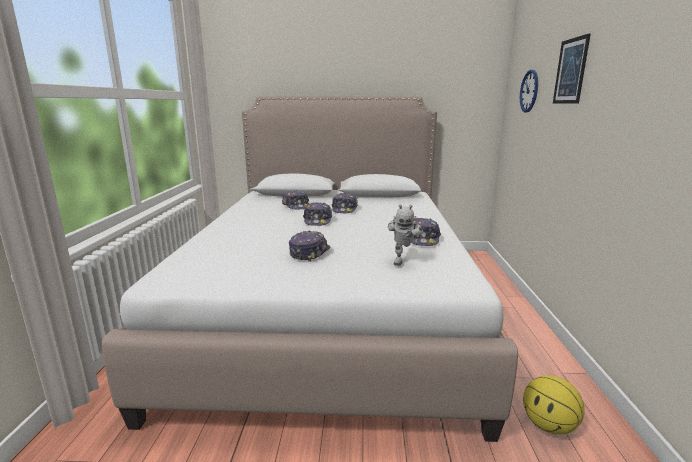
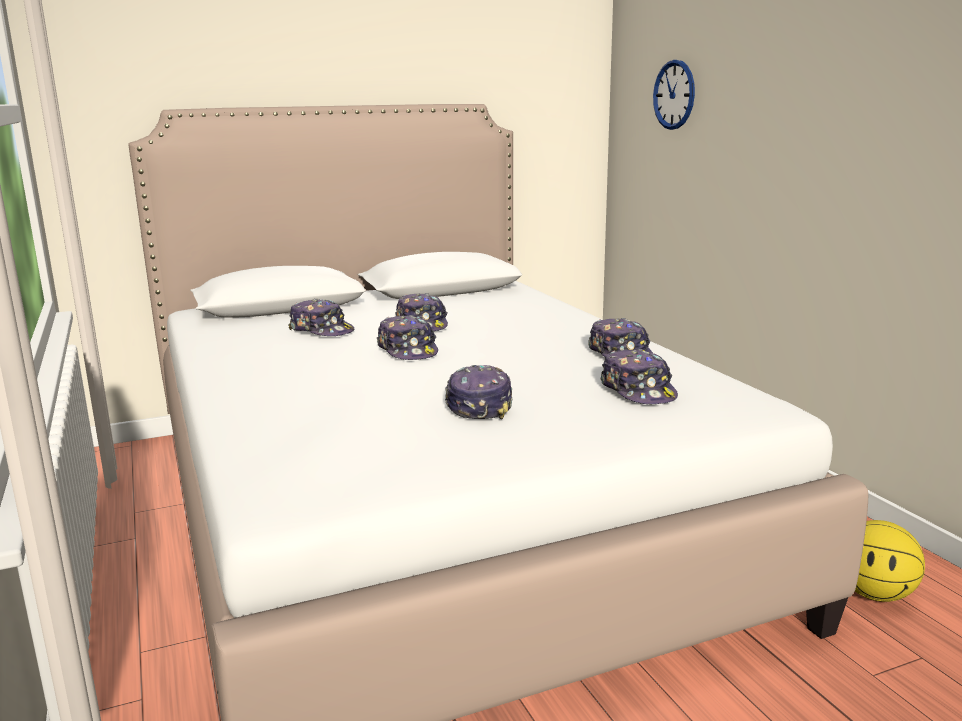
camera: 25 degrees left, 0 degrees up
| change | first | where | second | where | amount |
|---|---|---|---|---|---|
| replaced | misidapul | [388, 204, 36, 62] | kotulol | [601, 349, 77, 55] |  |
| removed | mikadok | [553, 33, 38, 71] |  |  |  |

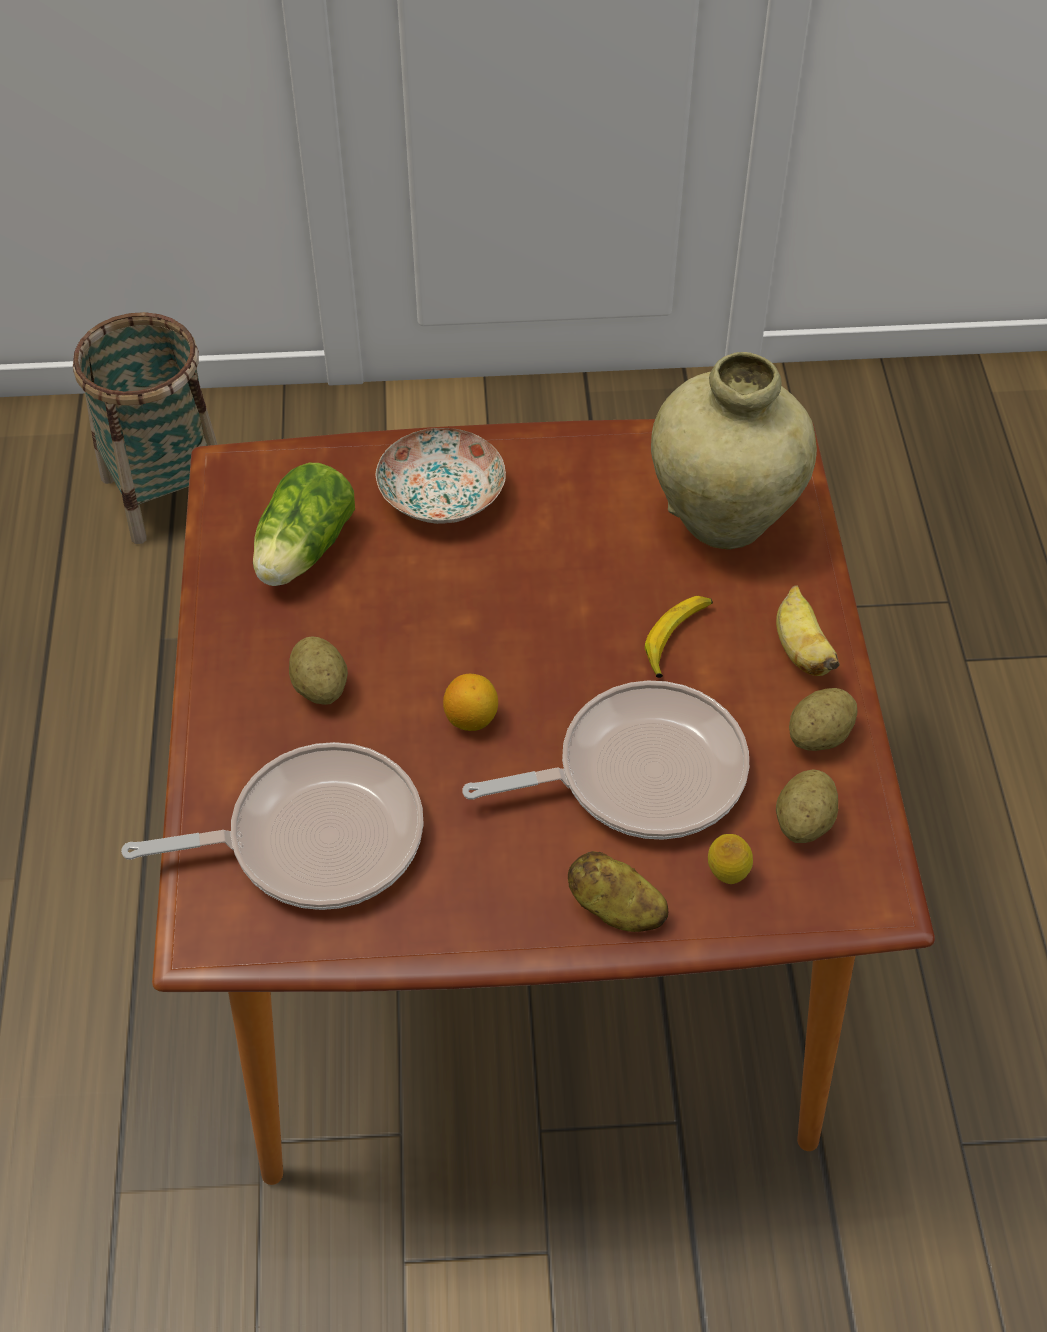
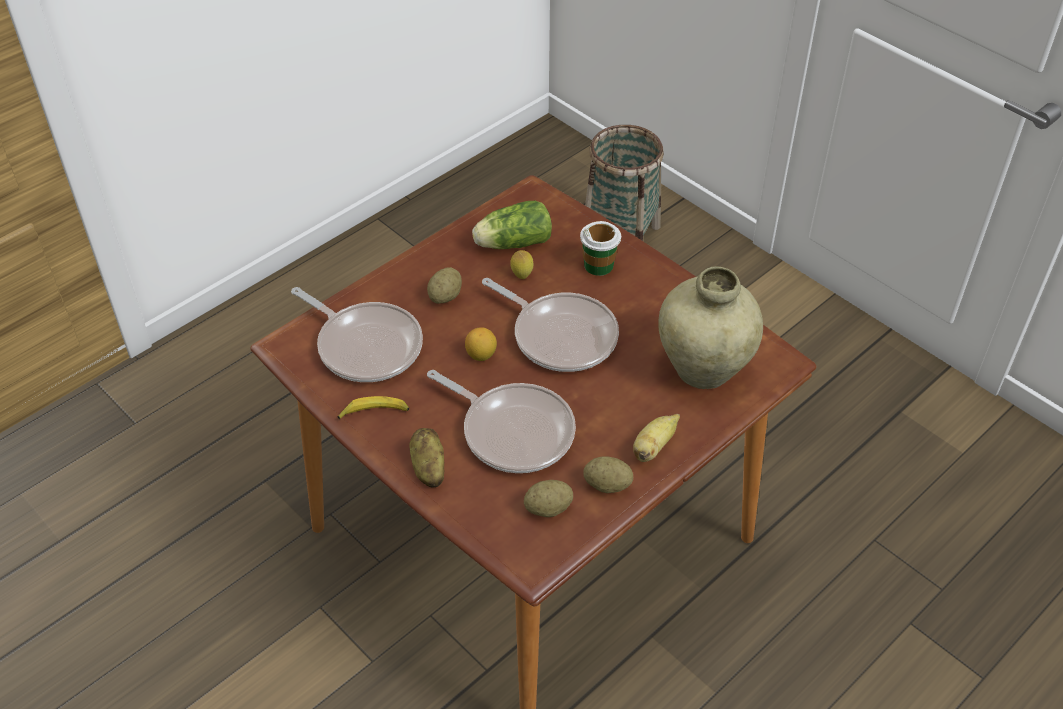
camera: 50 degrees right, 5 degrees down
| change | first | where | second | where | amount |
|---|---|---|---|---|---|
| replaced | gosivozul | [376, 428, 130, 96] | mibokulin | [580, 221, 41, 55] |  |
| moved | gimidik | [645, 596, 68, 82] |  | [337, 396, 72, 24] |  |
| moved | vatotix | [708, 834, 45, 50] |  | [510, 250, 24, 29] |  |
| added |  |  | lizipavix | [482, 278, 137, 94] |  |

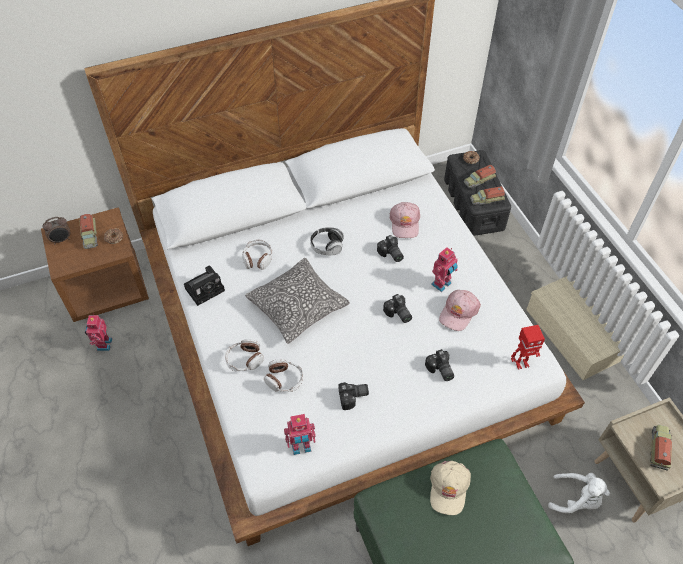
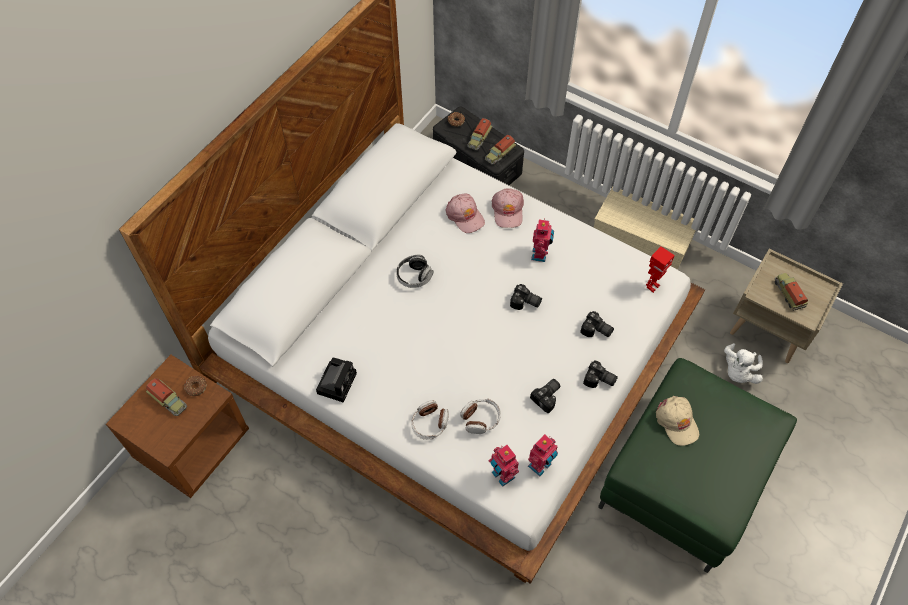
camera: 35 degrees left, 5 degrees up
| change | first | where | second | where | amount |
|---|---|---|---|---|---|
| removed | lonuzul | [43, 217, 27, 27] |  |  |  |
| moved | misidapul | [85, 314, 27, 37] |  | [489, 445, 30, 42] |  |
| removed | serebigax | [242, 240, 30, 30] |  |  |  |
| removed | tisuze | [245, 258, 105, 86] |  |  |  |
| moved | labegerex | [377, 235, 27, 27] |  | [583, 361, 35, 27] |  |
| moved | pink_kotulol | [439, 290, 42, 41] |  | [492, 188, 32, 40] |  |
| turned | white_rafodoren | [548, 473, 62, 40] |  | [724, 343, 39, 41] | 135 degrees clockwise |

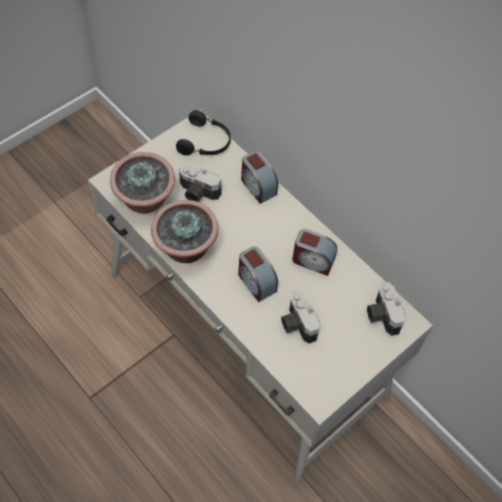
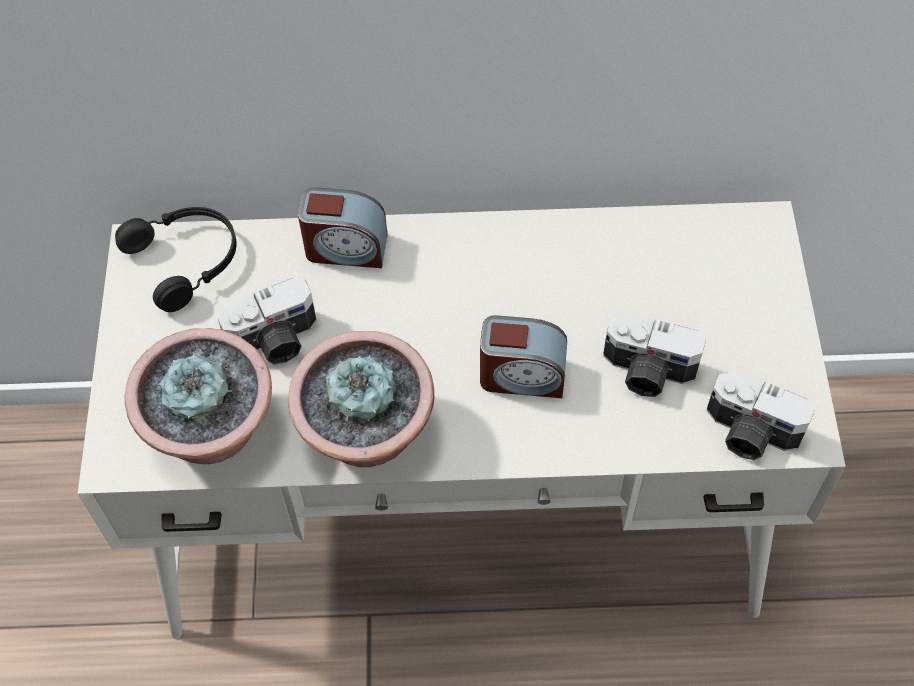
camera: 45 degrees left, 0 degrees up
| change | first | where | second | where | amount |
|---|---|---|---|---|---|
| removed | lonuzul | [292, 228, 45, 48] |  |  |  |
| moved | labegerex | [367, 282, 39, 54] |  | [706, 372, 109, 88] |  |

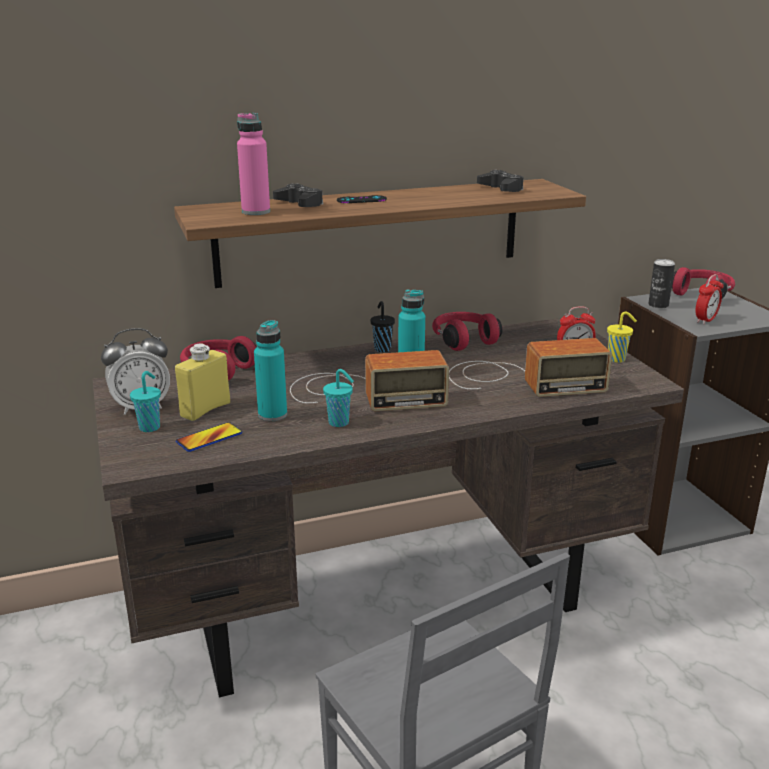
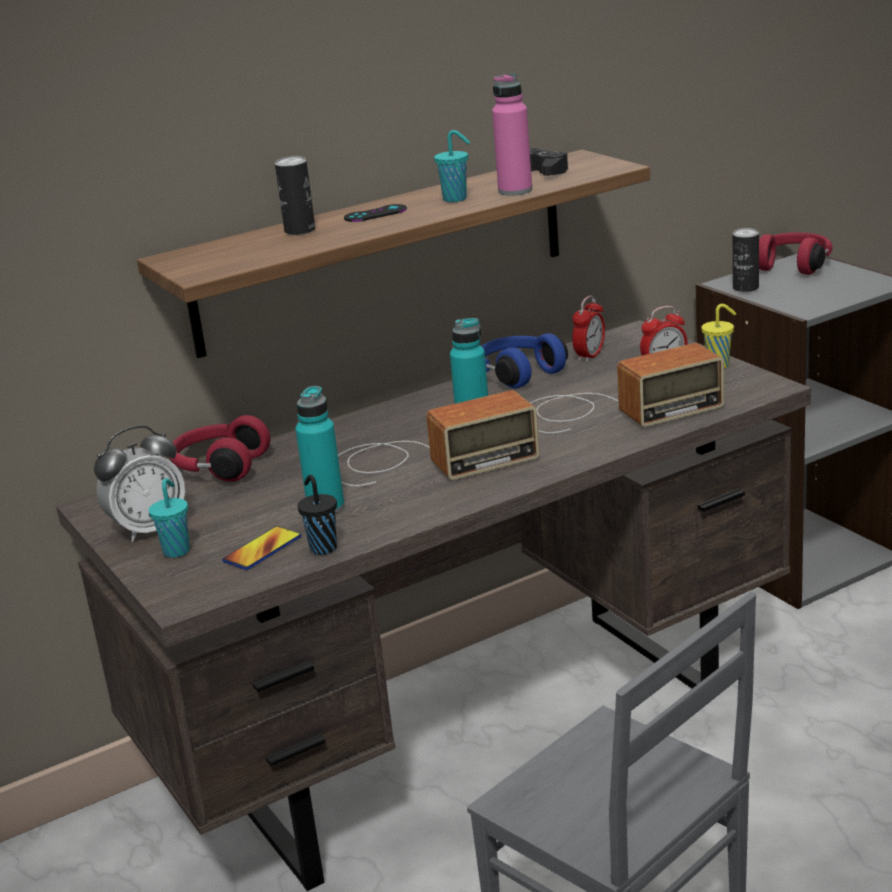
camera: 10 degrees left, 0 degrees up
| change | first | where | second | where | amount |
|---|---|---|---|---|---|
| removed | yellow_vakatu | [175, 343, 55, 78] |  |  |  |
| moved | pink_vakatu | [237, 113, 33, 102] |  | [492, 74, 40, 122] |  |
| replaced | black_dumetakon | [273, 183, 50, 24] | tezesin | [275, 156, 40, 79] |  |
| moved | turquoise_mibokulin | [323, 369, 31, 58] |  | [434, 130, 36, 72] |  |
| moved | black_mibokulin | [371, 301, 24, 51] |  | [297, 475, 40, 80] |  |
| recoloured | red_serebigax | [432, 312, 71, 39] | blue_serebigax | [481, 333, 87, 55] |  |
| moved | lonuzul | [695, 274, 28, 50] |  | [572, 295, 33, 67] |  |

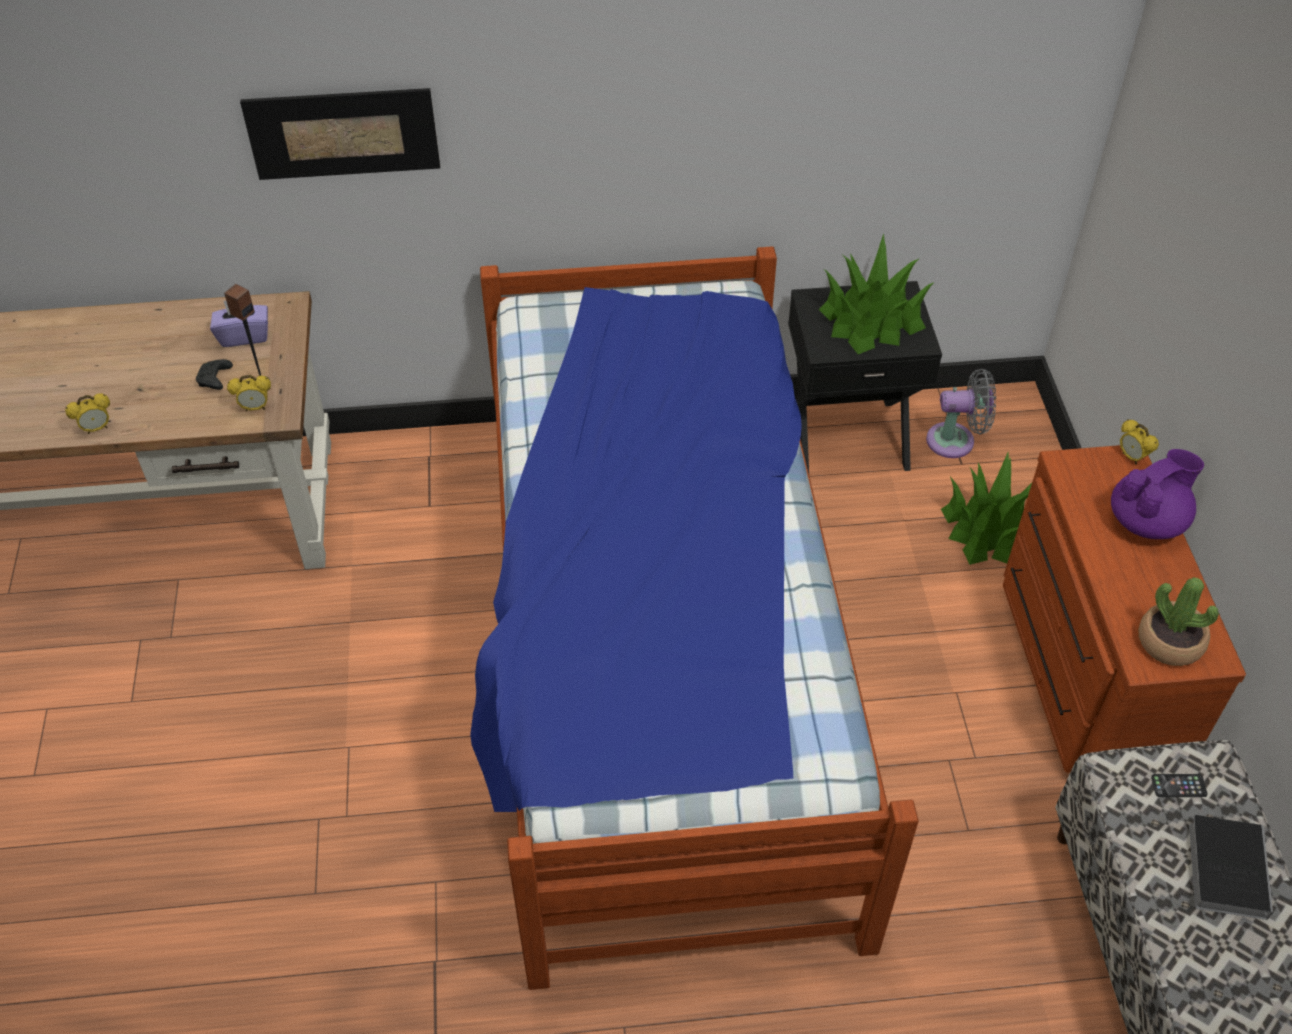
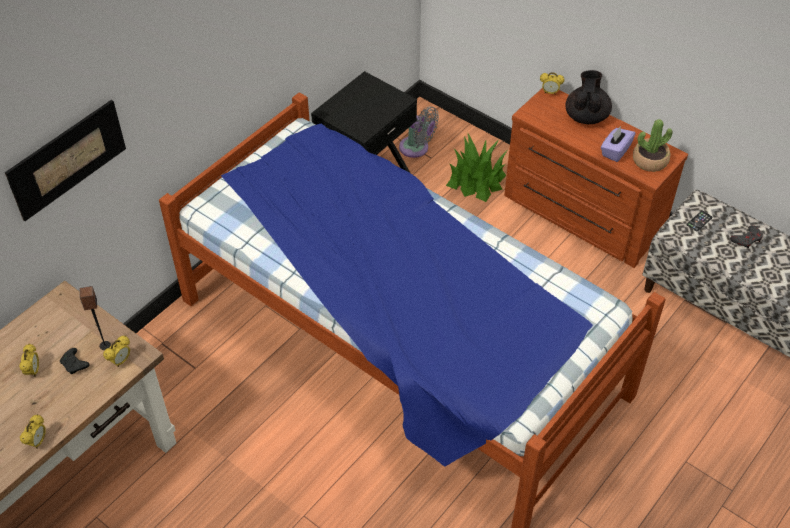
camera: 45 degrees left, 0 degrees up
| change | first | where | second | where | amount |
|---|---|---|---|---|---|
| moved | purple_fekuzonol | [210, 301, 58, 46] |  | [601, 126, 34, 36] |  |
| removed | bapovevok | [819, 233, 114, 121] |  |  |  |
| turned | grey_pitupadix | [926, 369, 70, 89] |  | [399, 107, 40, 51] | 75 degrees clockwise |
| recoloured | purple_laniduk | [1111, 449, 93, 90] | black_laniduk | [566, 70, 46, 54] |  |
| replaced | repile | [1189, 815, 84, 105] | grey_dumetakon | [730, 225, 33, 24] |  |
| added |  |  | lonuzul | [19, 344, 20, 33] |  |

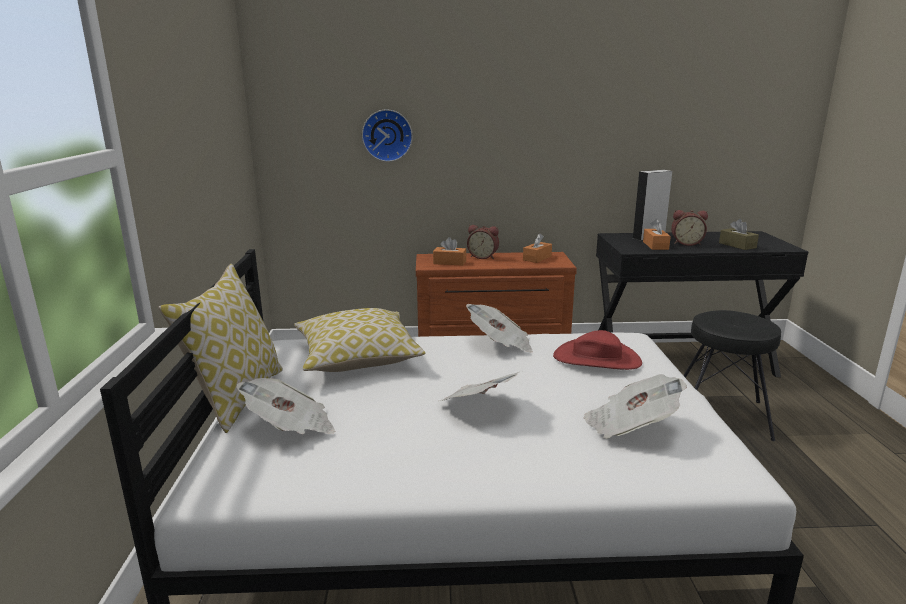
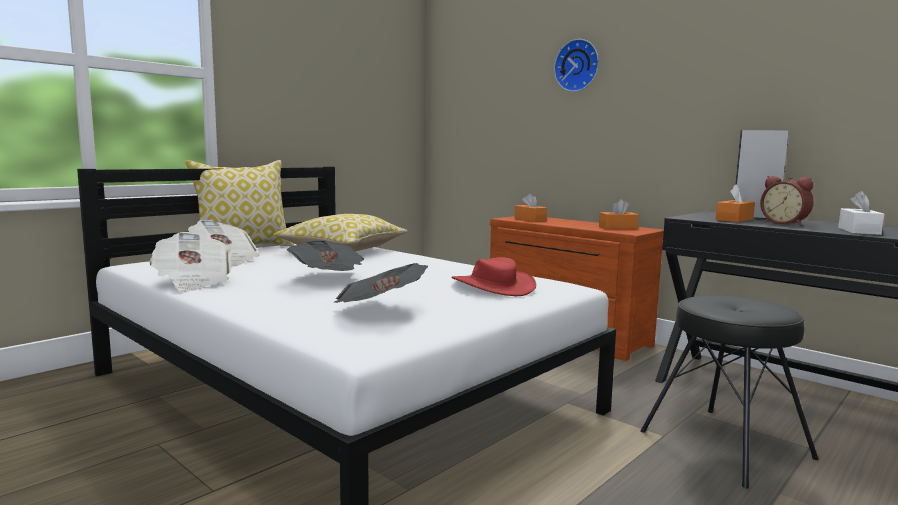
camera: 45 degrees right, 10 degrees down
| change | first | where | second | where | amount |
|---|---|---|---|---|---|
| moved | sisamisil | [362, 109, 51, 53] |  | [554, 39, 45, 53] |  |
| moved | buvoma | [466, 304, 67, 48] |  | [149, 232, 82, 59] |  |
| removed | lonuzul | [467, 225, 32, 34] |  |  |  |
| recoloured | brown_fekuzonol | [719, 219, 40, 31] | white_fekuzonol | [838, 191, 46, 44] |  |

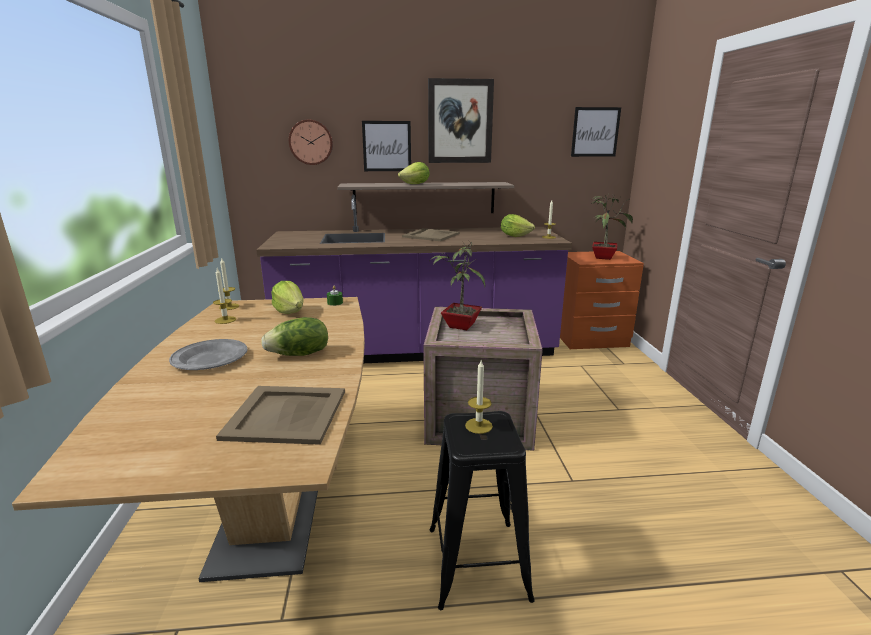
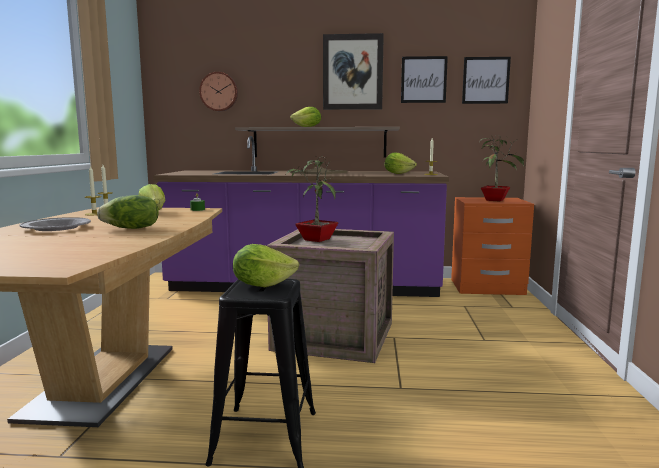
camera: 10 degrees right, 10 degrees down
| change | first | where | second | where | amount |
|---|---|---|---|---|---|
| removed | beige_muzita | [216, 386, 129, 59] |  |  |  |
| moved | mikadok | [362, 121, 49, 50] |  | [401, 56, 47, 47] |  |
| replaced | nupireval | [465, 360, 28, 74] | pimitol | [233, 244, 66, 43] |  |

